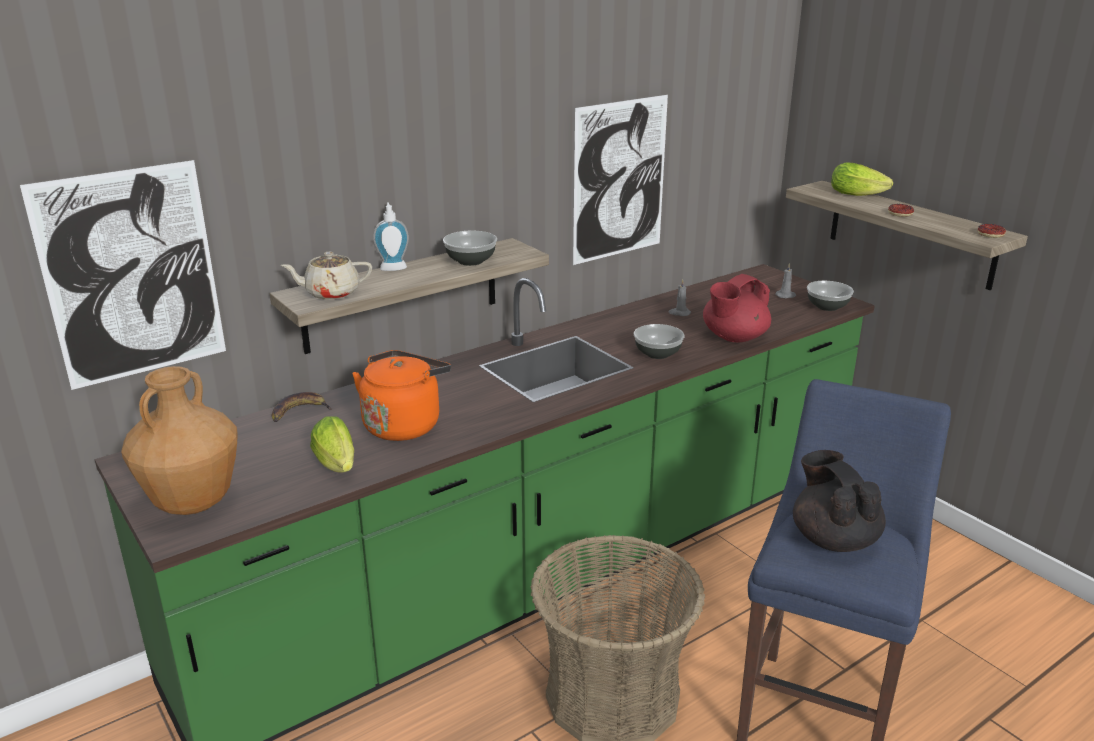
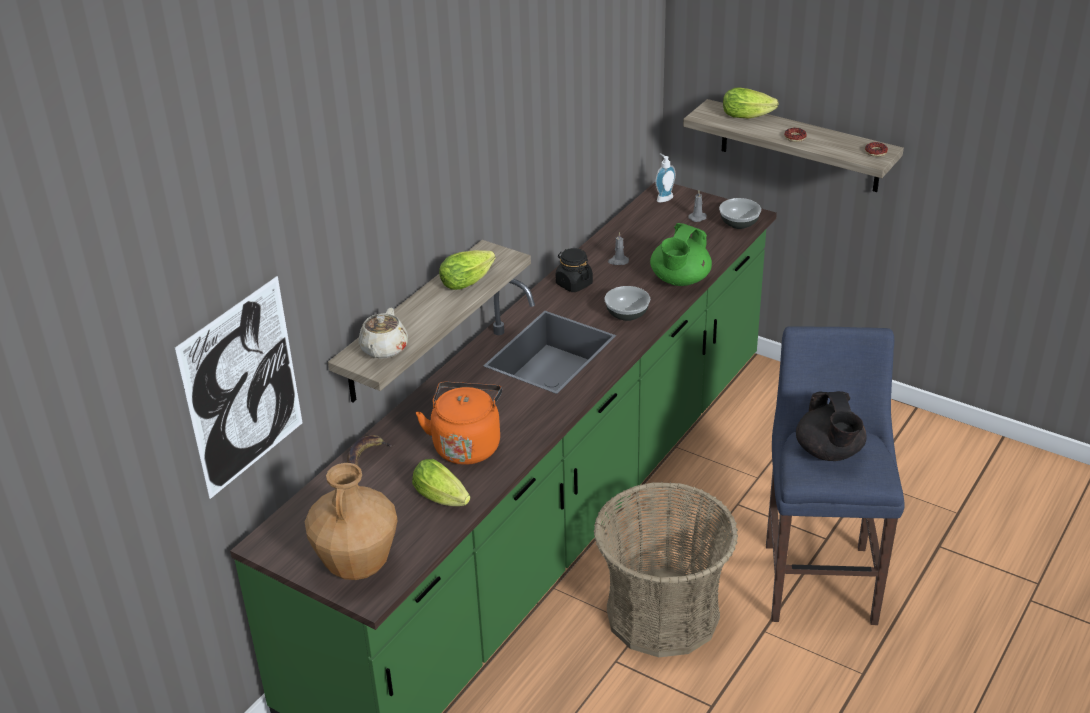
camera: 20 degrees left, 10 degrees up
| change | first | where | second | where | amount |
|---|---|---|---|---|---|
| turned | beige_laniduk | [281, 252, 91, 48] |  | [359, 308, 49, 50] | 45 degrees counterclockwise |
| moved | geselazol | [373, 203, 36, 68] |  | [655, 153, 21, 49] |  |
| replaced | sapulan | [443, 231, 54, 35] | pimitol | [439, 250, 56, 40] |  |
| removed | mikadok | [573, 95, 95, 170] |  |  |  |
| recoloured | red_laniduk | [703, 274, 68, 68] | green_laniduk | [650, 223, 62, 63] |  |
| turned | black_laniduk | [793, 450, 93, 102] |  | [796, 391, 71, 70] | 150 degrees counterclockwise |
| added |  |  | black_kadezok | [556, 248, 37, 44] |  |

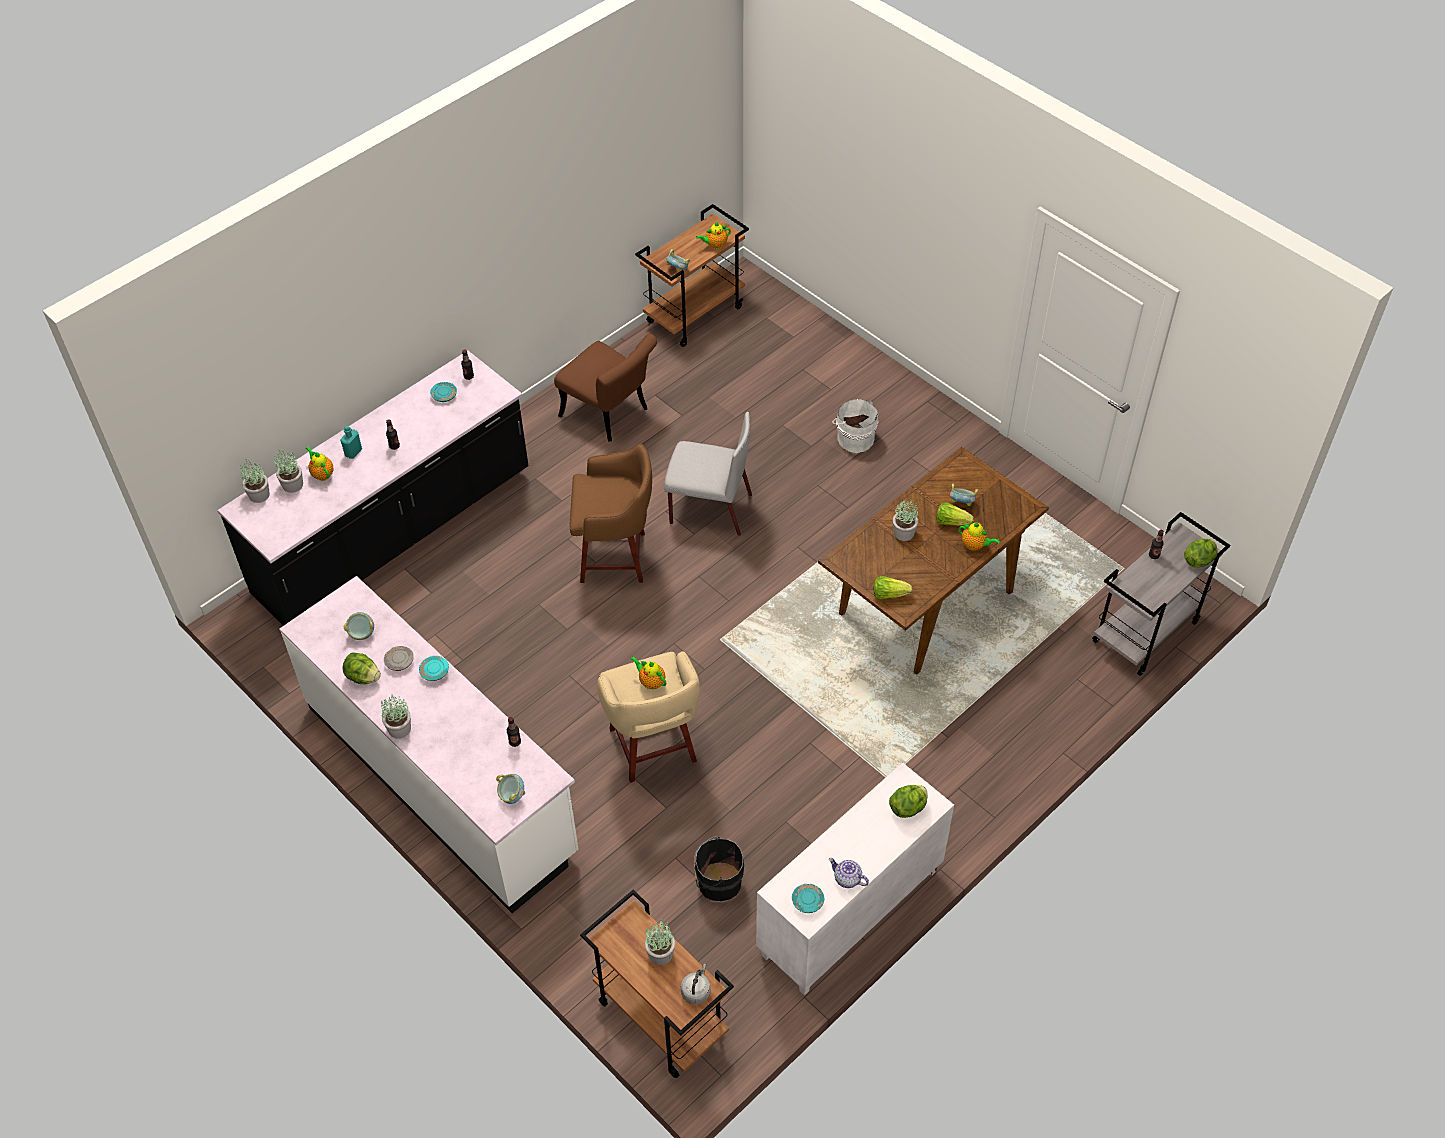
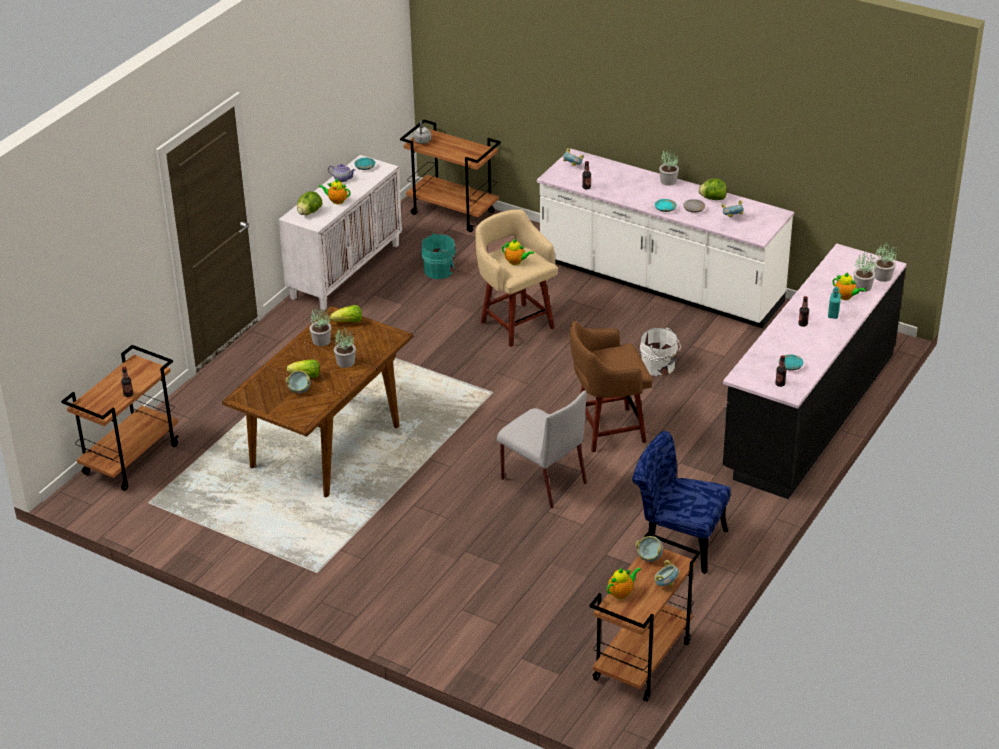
camera: 165 degrees right, 15 degrees down
| change | first | where | second | where | amount |
|---|---|---|---|---|---|
| recoloured | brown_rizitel | [554, 334, 103, 108] | blue_rizitel | [632, 431, 99, 143] |  |
| moved | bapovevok | [645, 921, 30, 44] |  | [310, 308, 21, 38] |  |
| turned | grey_rizitel | [664, 412, 88, 124] |  | [497, 391, 90, 118] | 135 degrees counterclockwise |
| recoloured | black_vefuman | [694, 836, 50, 65] | turquoise_vefuman | [421, 233, 37, 46] |  |
| moved | white_vefuman | [832, 399, 47, 54] |  | [640, 327, 41, 49] |  |
| moved | laniduk | [959, 522, 41, 29] |  | [318, 178, 32, 26] |  |
| recoloured | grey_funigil | [1092, 512, 138, 164] | brown_funigil | [61, 345, 118, 146] |  |
| removed | pimitol | [1184, 538, 34, 30] |  |  |  |
| added |  |  | sapulan | [654, 560, 25, 26] |  |

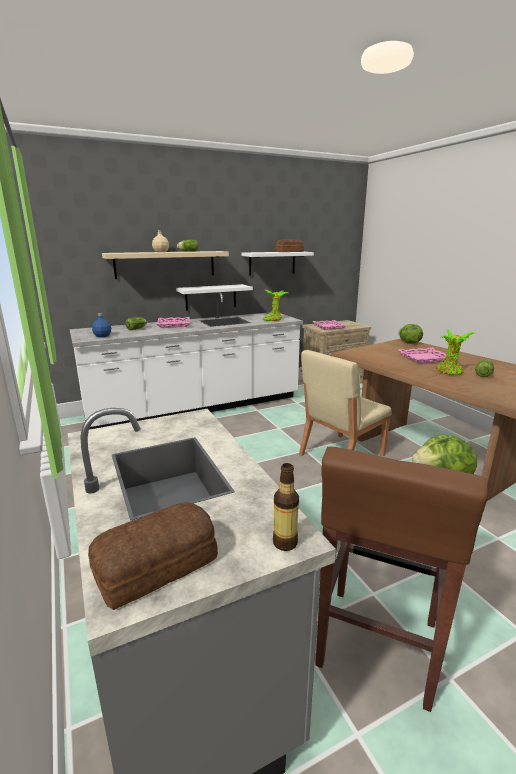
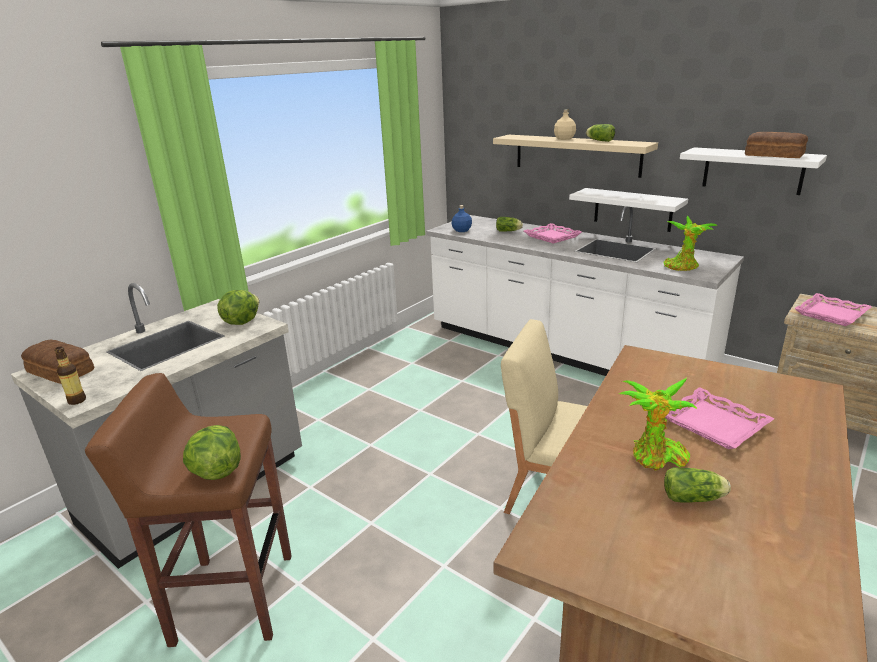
camera: 65 degrees right, 5 degrees up
| change | first | where | second | where | amount |
|---|---|---|---|---|---|
| moved | pimitol | [399, 324, 24, 20] |  | [217, 290, 42, 35] |  |

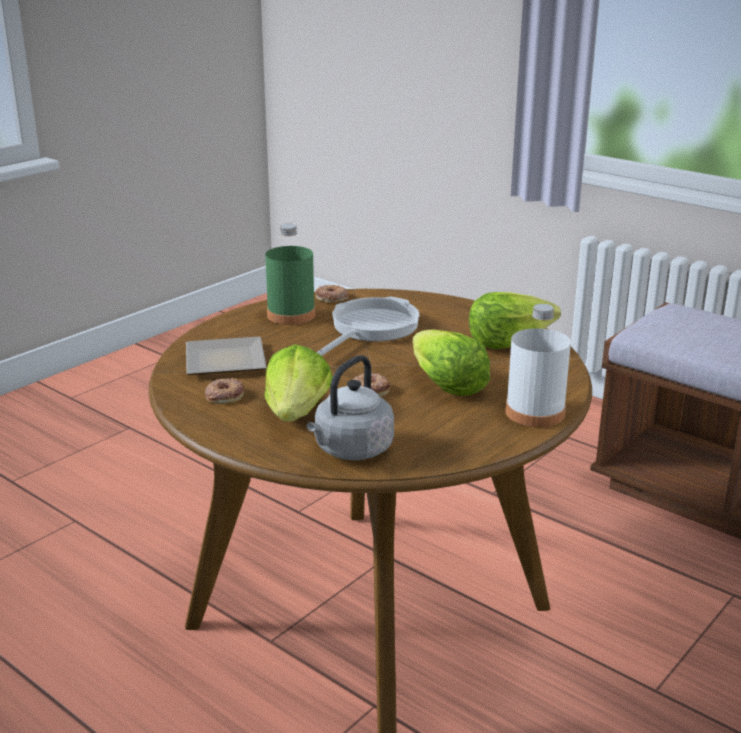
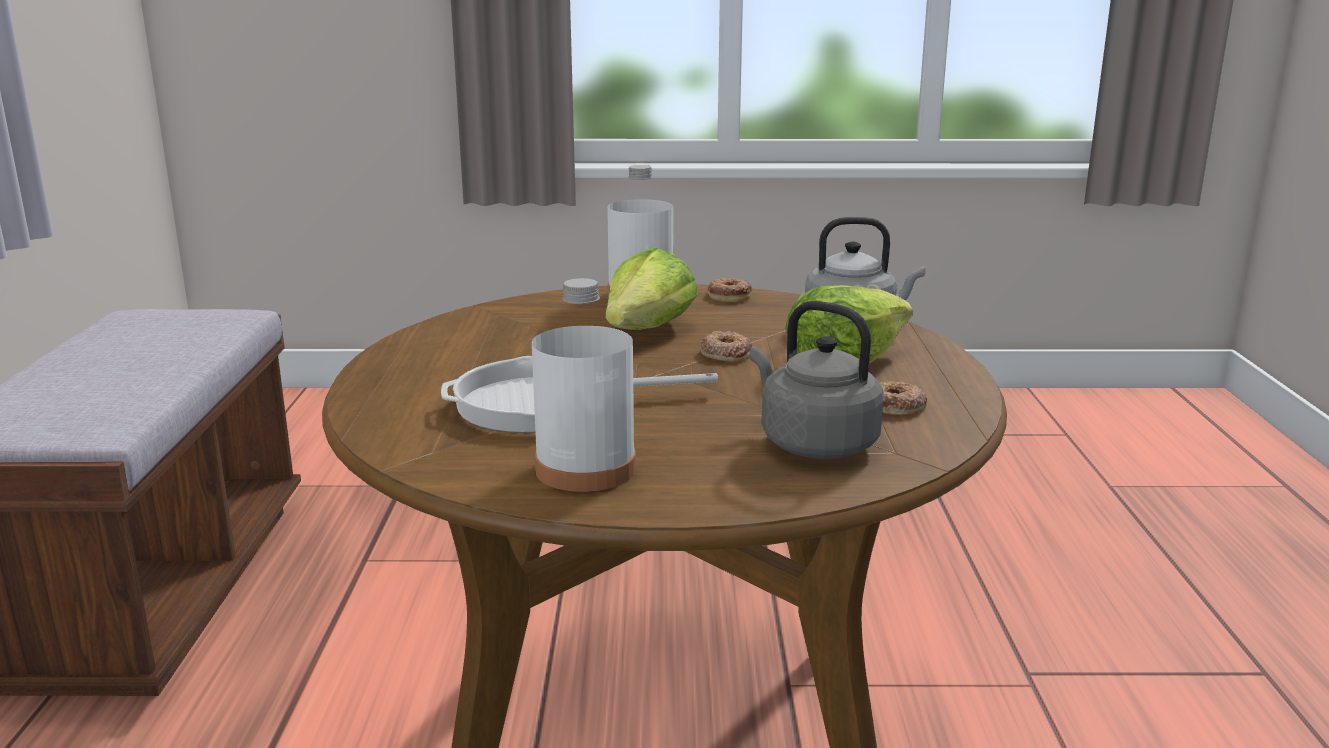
camera: 130 degrees left, 5 degrees down
| change | first | where | second | where | amount |
|---|---|---|---|---|---|
| replaced | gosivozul | [186, 337, 81, 38] | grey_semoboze | [750, 301, 134, 158] |  |
| recoloured | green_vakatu | [265, 224, 50, 101] | white_vakatu | [532, 278, 104, 214] |  |
| moved | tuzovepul | [315, 285, 34, 17] |  | [708, 278, 44, 24] |  |
| removed | pimitol | [469, 292, 92, 57] |  |  |  |

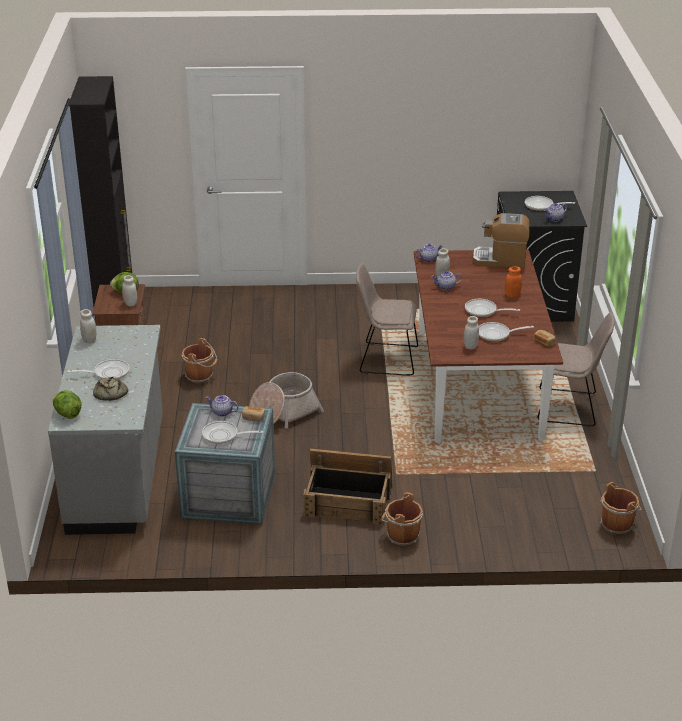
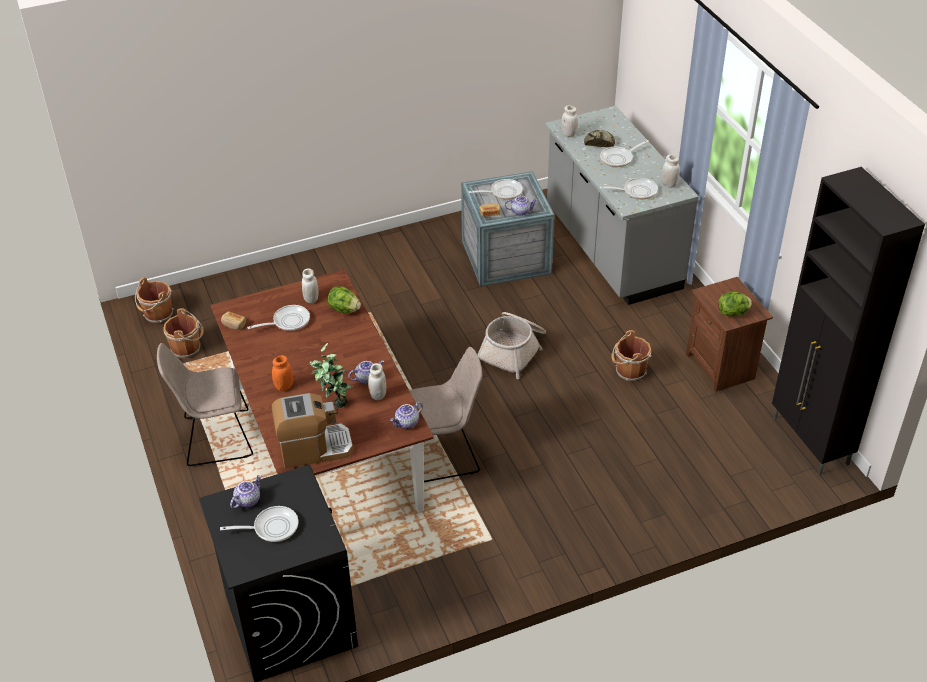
camera: 160 degrees right, 10 degrees up
| change | first | where | second | where | amount |
|---|---|---|---|---|---|
| moved | pimitol | [53, 390, 28, 29] |  | [328, 287, 33, 26] |  |
| moved | white_kadezok | [122, 275, 15, 32] |  | [561, 105, 17, 32] |  |
| removed | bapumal | [303, 449, 89, 76] |  |  |  |
| moved | brown_vefuman | [381, 492, 42, 55] |  | [163, 308, 41, 51] |  |
| moved | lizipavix | [465, 299, 55, 18] |  | [600, 178, 58, 21] |  |
| added |  |  | bapovevok | [310, 343, 43, 65] |  |

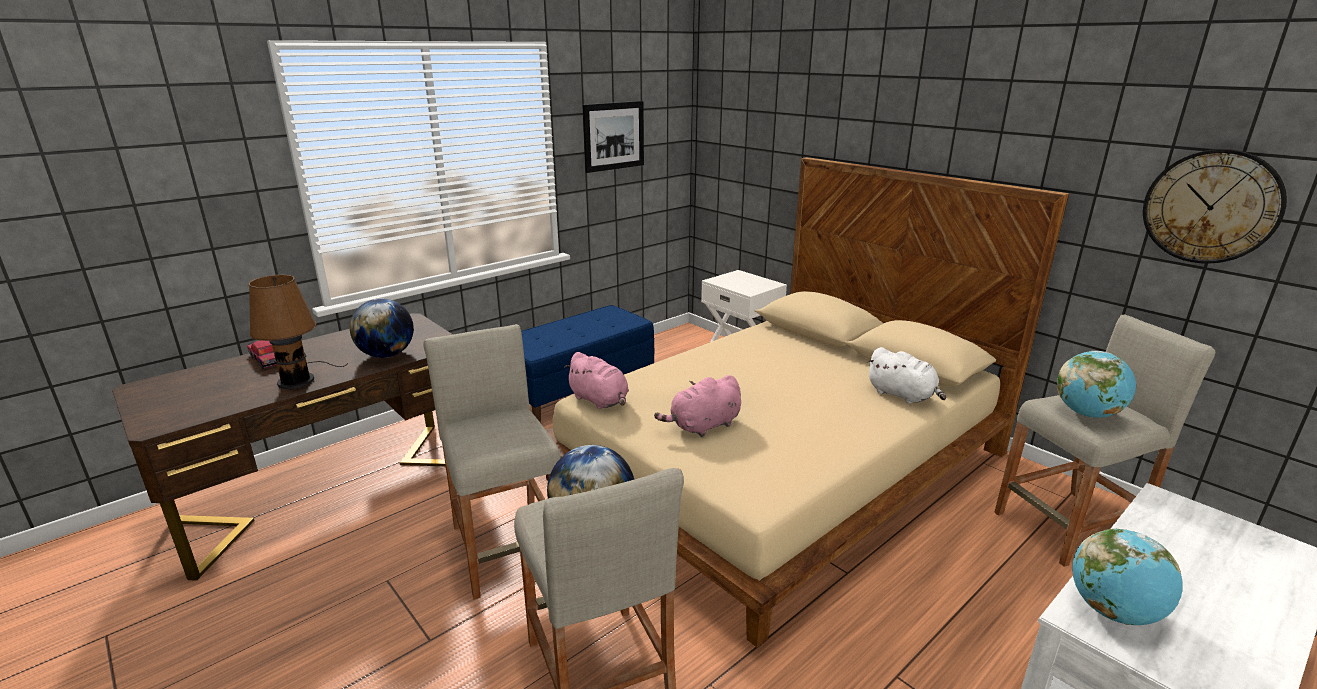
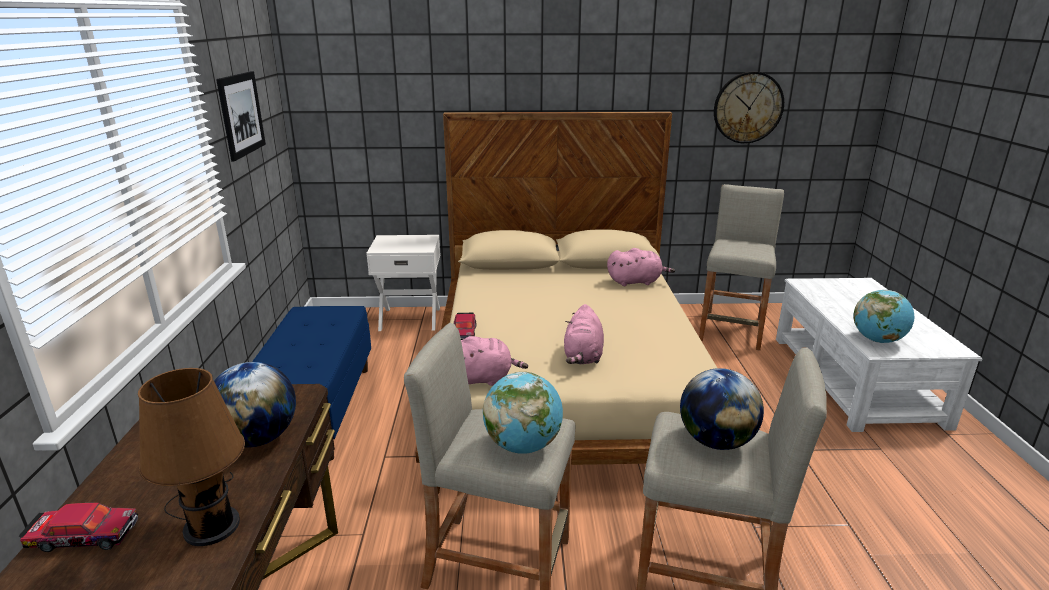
camera: 50 degrees left, 0 degrees up
| change | first | where | second | where | amount |
|---|---|---|---|---|---|
| recoloured | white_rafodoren | [867, 347, 79, 57] | pink_rafodoren | [607, 248, 68, 38] |  |
| moved | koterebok | [1057, 351, 79, 67] |  | [483, 372, 80, 82] |  |
| added |  |  | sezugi | [454, 313, 23, 27] |  |

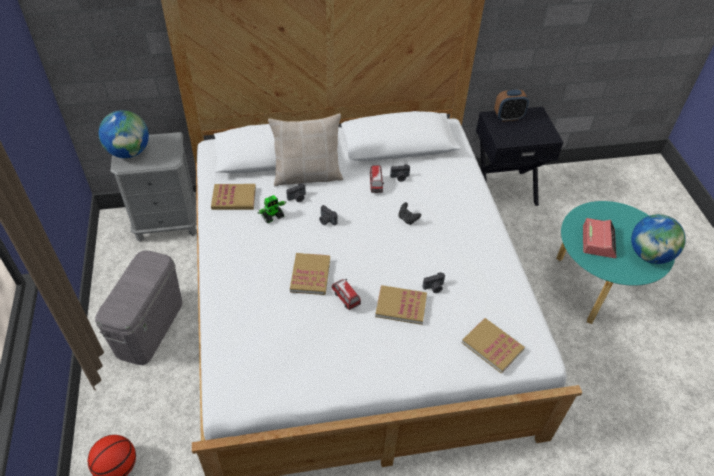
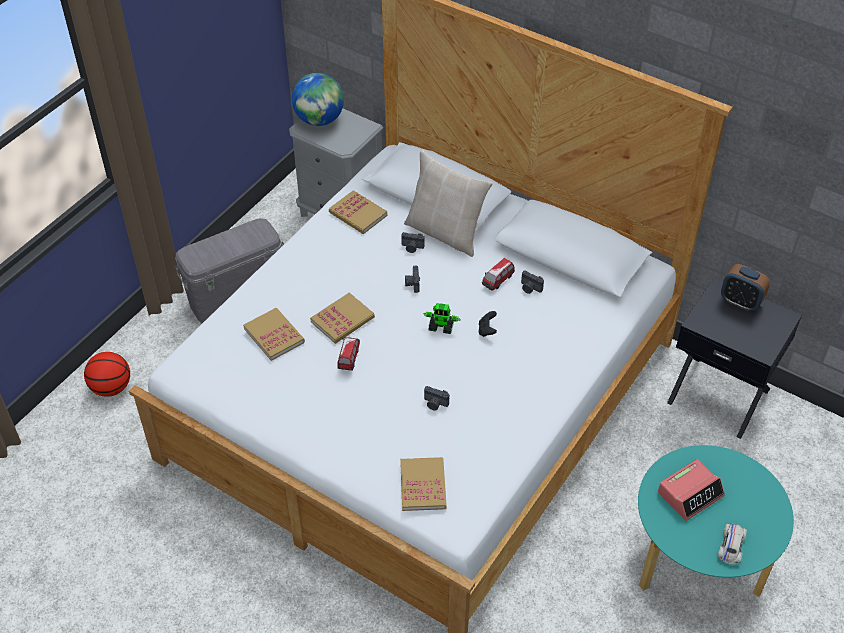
camera: 45 degrees right, 0 degrees up
| change | first | where | second | where | amount |
|---|---|---|---|---|---|
| moved | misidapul | [257, 195, 29, 28] |  | [423, 303, 38, 31] |  |
| moved | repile | [375, 285, 52, 40] |  | [243, 308, 62, 53] |  |
| replaced | koterebok | [631, 214, 55, 50] | white_sezugi | [718, 523, 29, 42] |  |

